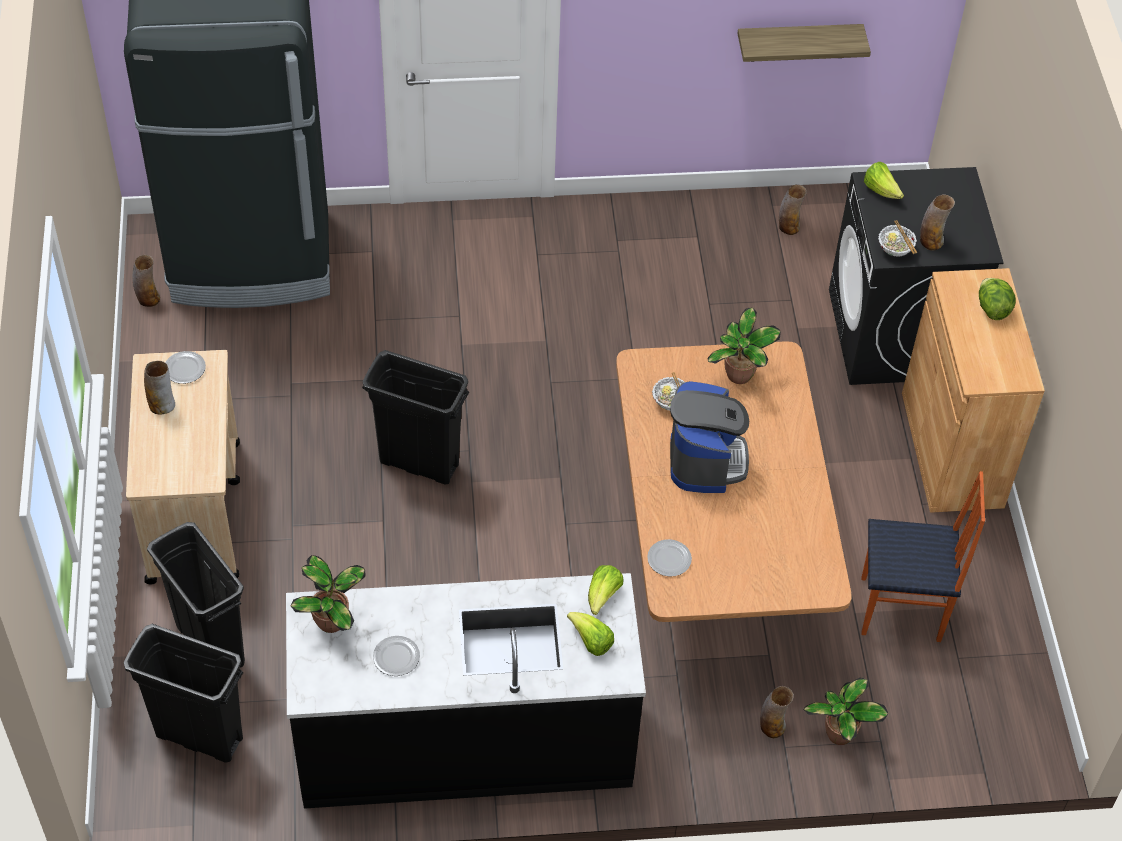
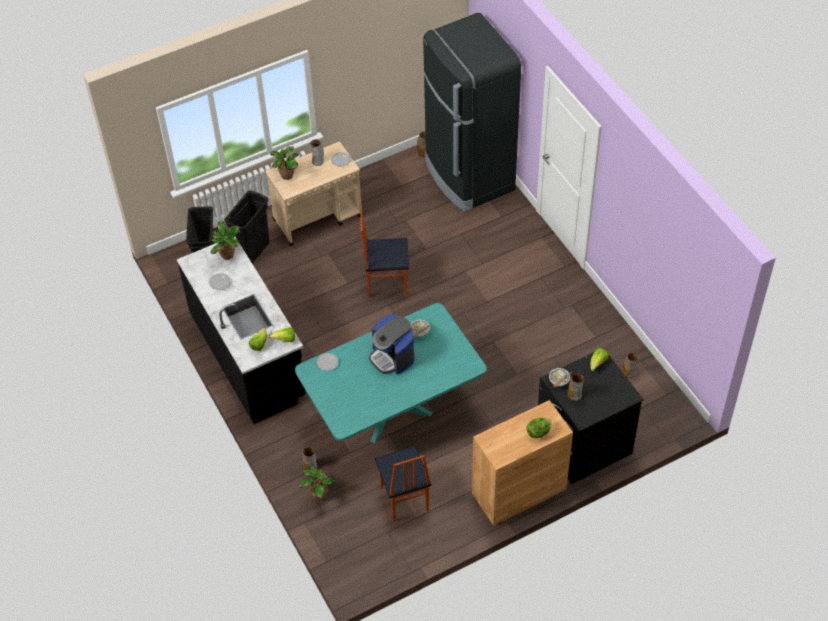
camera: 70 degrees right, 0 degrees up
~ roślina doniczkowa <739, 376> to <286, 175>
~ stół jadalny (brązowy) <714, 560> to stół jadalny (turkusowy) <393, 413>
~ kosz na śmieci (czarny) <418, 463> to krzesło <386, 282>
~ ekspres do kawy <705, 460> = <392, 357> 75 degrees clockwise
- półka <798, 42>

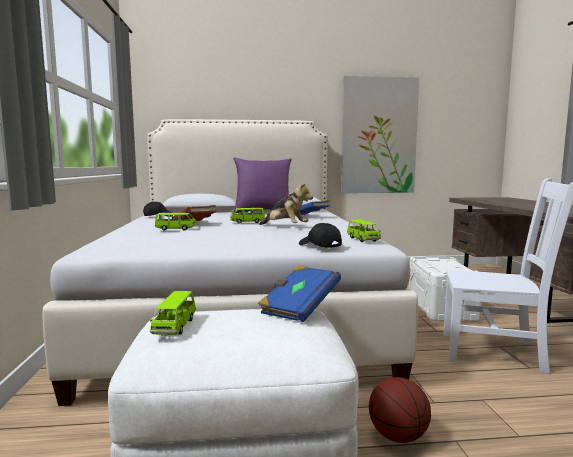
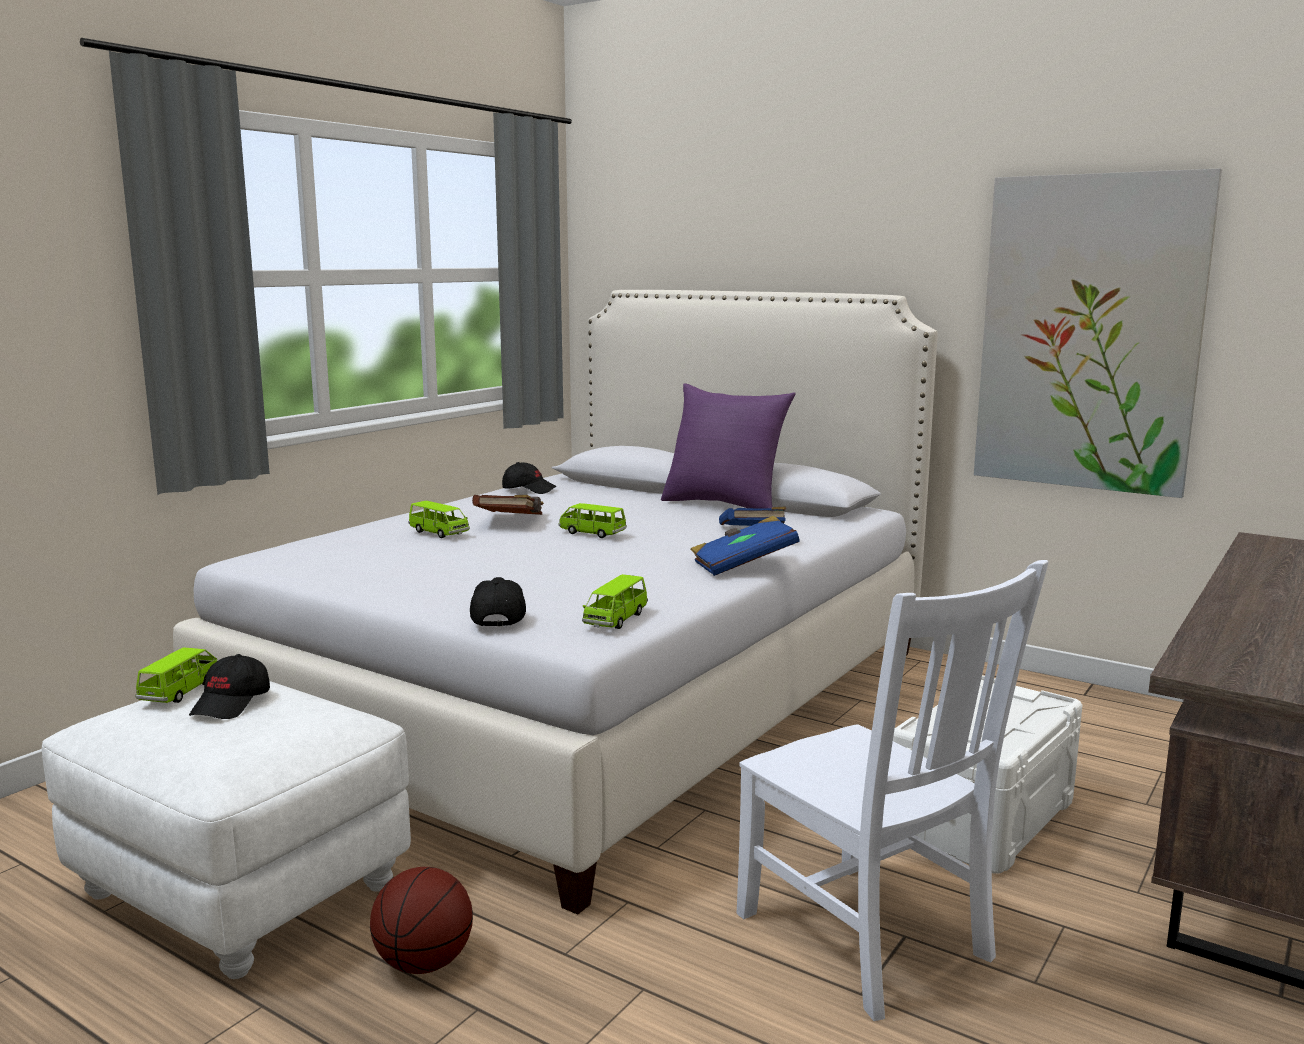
camera: 40 degrees right, 5 degrees up
~ samochodzik (zielony) <175, 327> = <180, 692> 150 degrees clockwise
+ czapka z daszkiem (czarny) <232, 703>
~ książka (niebieski) <299, 308> to <743, 565>
- pluszak <285, 227>

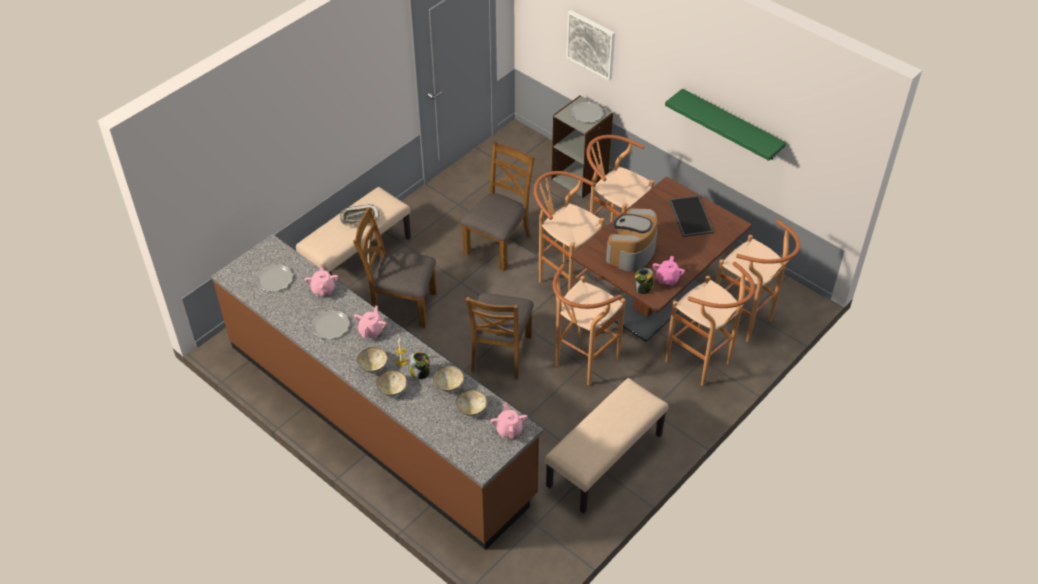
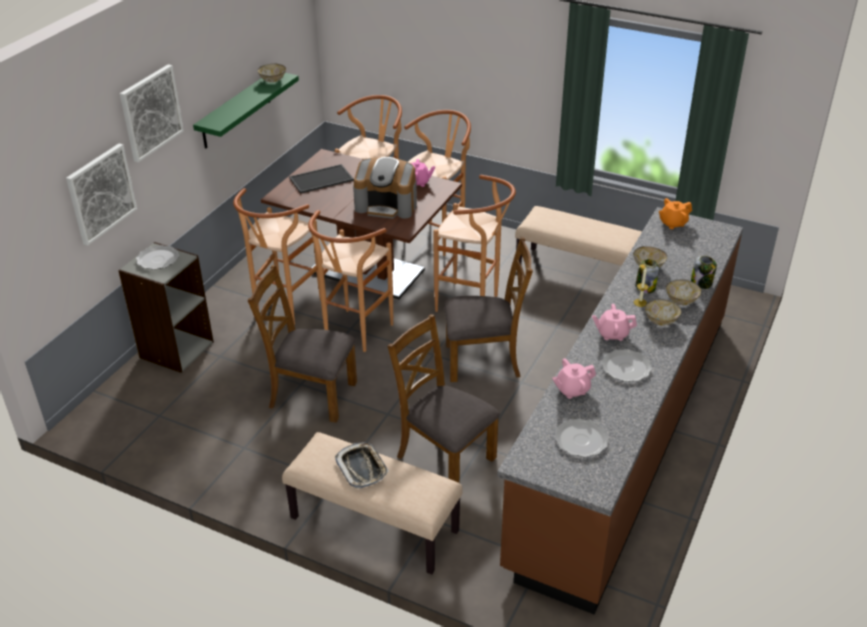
camera: 105 degrees left, 10 degrees down
+ obraz <151, 112>
~ miska <471, 409> to <272, 80>
~ krzesło (brązowy) <401, 305> = <444, 457> 135 degrees clockwise
~ imbryk (różowy) <509, 429> to imbryk (pomarańczowy) <672, 223>
~ słoik <643, 288> to <702, 283>

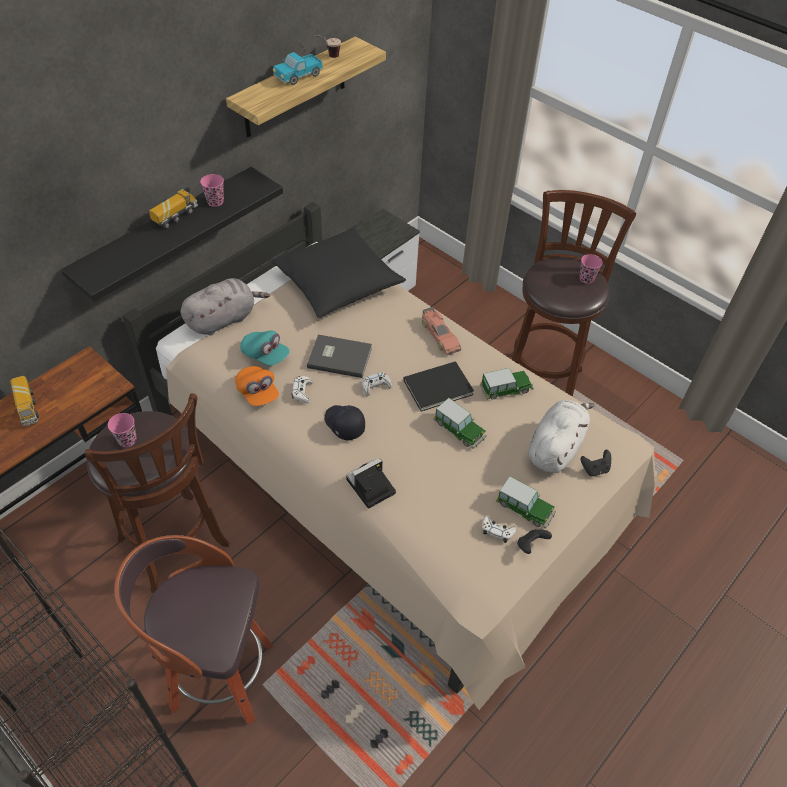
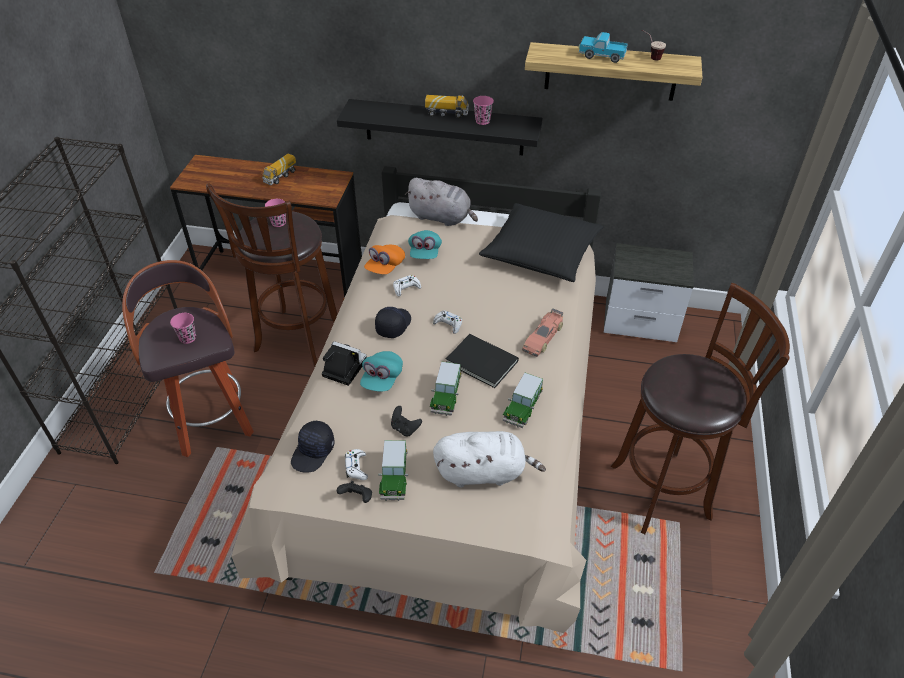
camera: 60 degrees right, 5 degrees down
~ filiżanka (różowy) <586, 278> to <188, 338>
+ czapka z daszkiem (czarny) <313, 452>
+ czapka z daszkiem (turkusowy) <382, 379>
~ pad do gier (czarny) <595, 469> to <405, 428>
~ samochodzik <506, 389> = <522, 407> 75 degrees clockwise
- książka (szary) <339, 356>

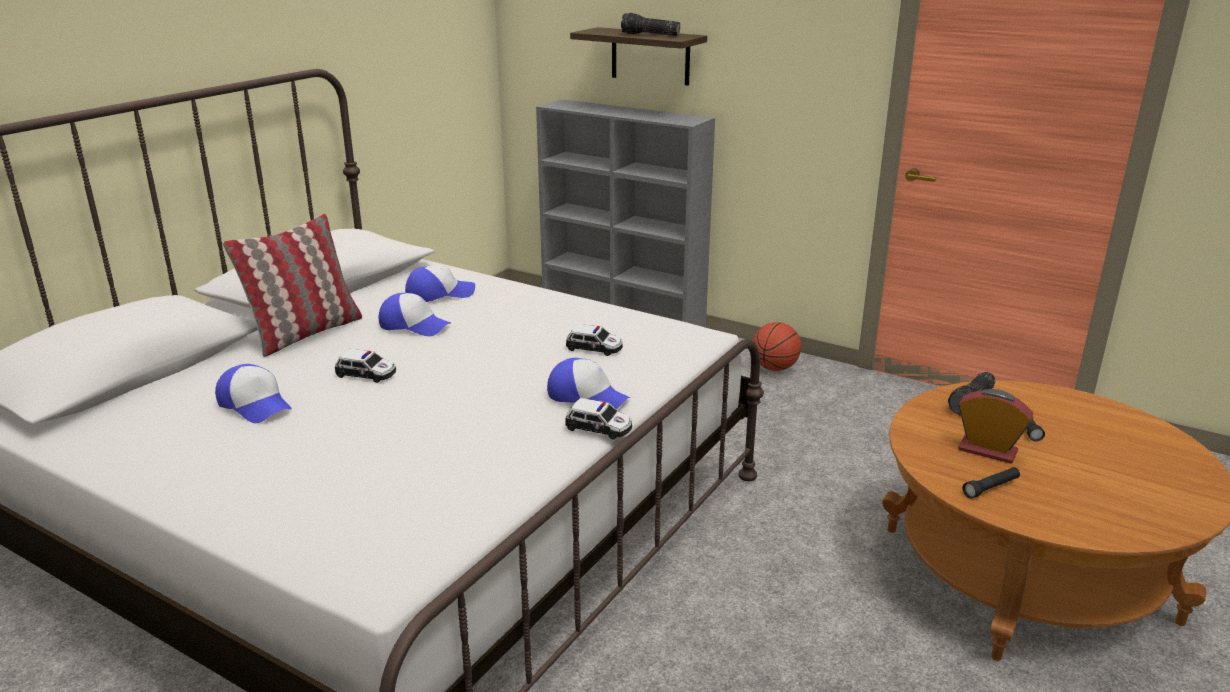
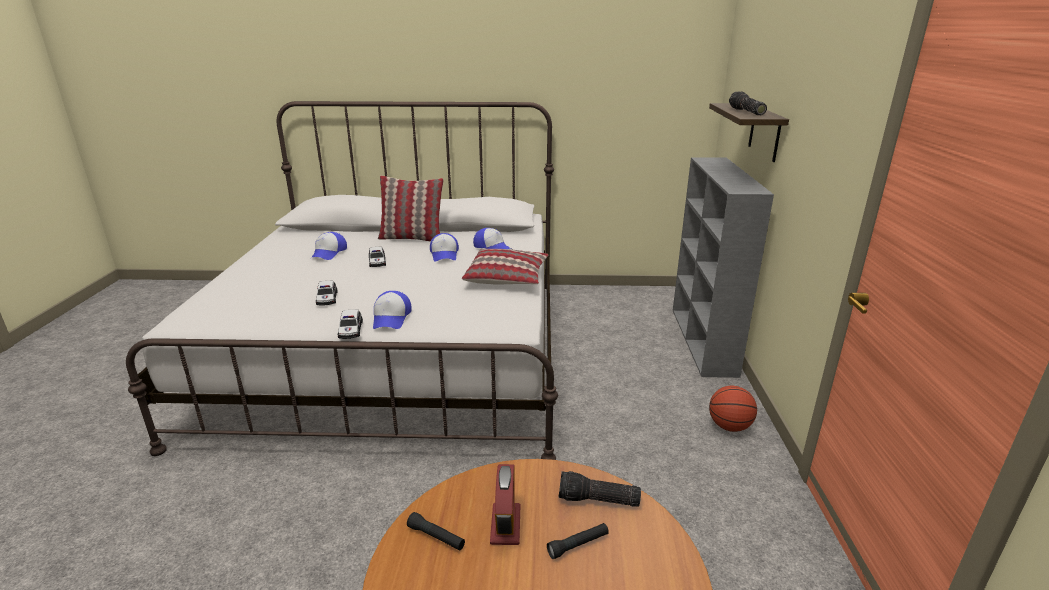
camera: 60 degrees right, 0 degrees up
~ samochodzik <594, 348> to <327, 299>
+ poduszka <507, 277>

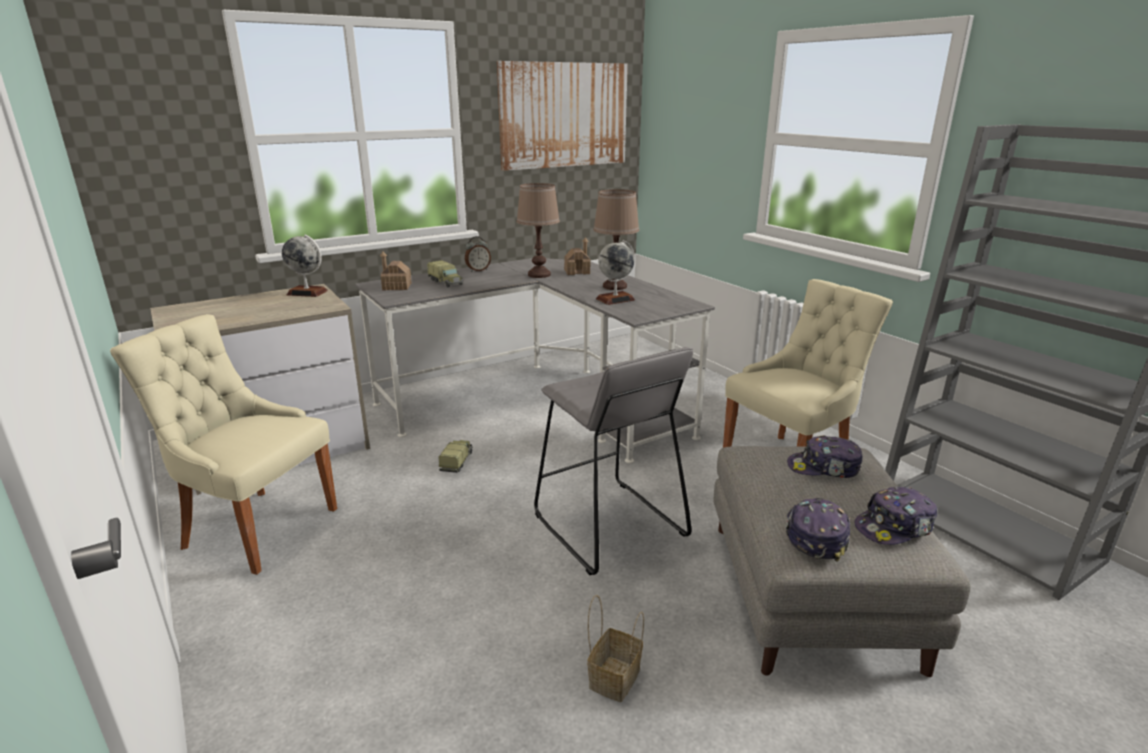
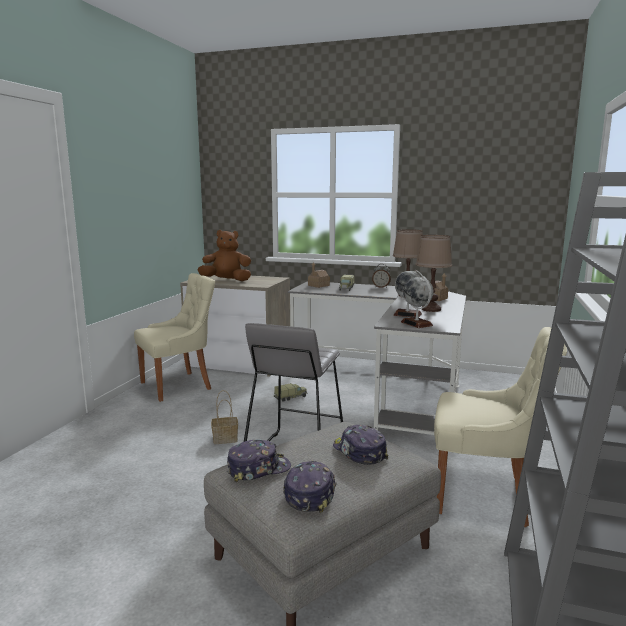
camera: 50 degrees right, 10 degrees down
~ krzesło (beżowy) <256, 527> = <179, 385> 75 degrees clockwise
+ pluszak (brązowy) <227, 281>
~ koszyk <614, 677> to <226, 438>
~ czapka z daszkiem <894, 527> = <310, 494> 75 degrees clockwise
~ globus <307, 292> to <416, 324>
- obraz <564, 115>

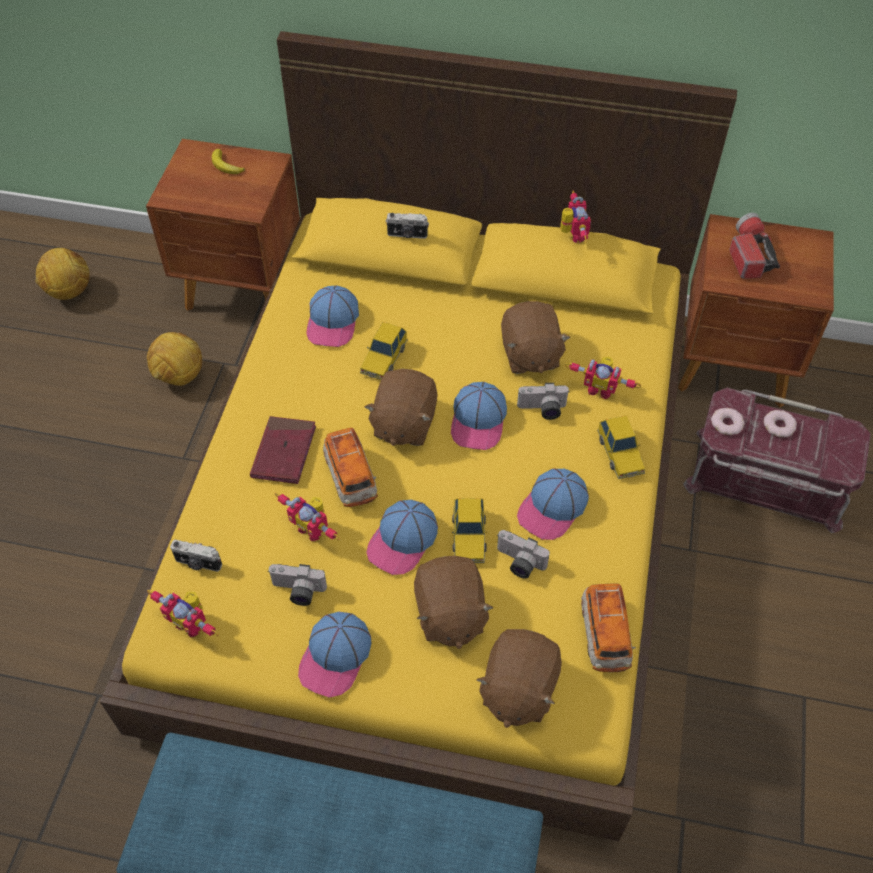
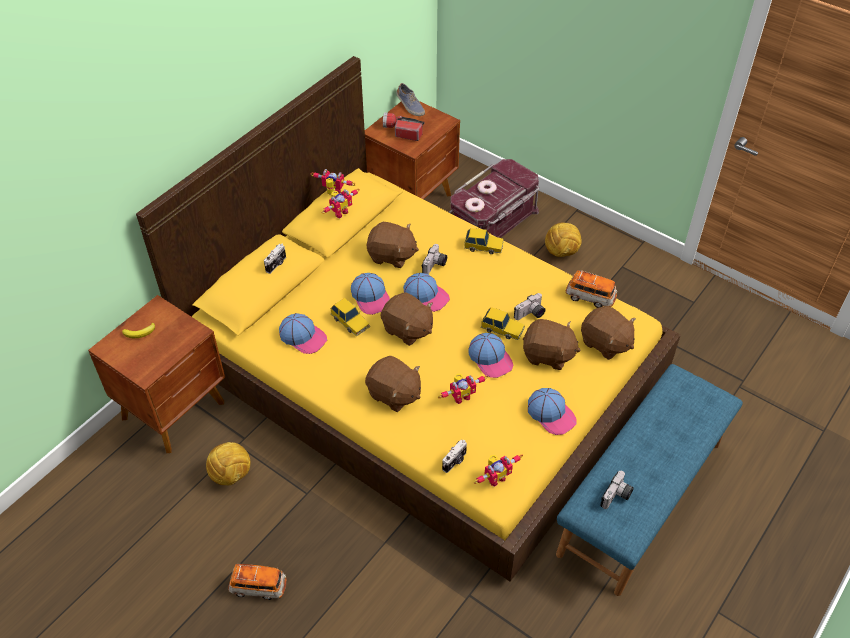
camera: 65 degrees left, 5 degrees down
~ samochodzik <351, 477> to <258, 587>
~ robot zabawkowy <600, 389> to <339, 212>
~ czapka z daszkiem <552, 508> to <371, 297>
~ książka (czerwony) <284, 452> to pluszak (brązowy) <394, 394>
+ but <410, 106>
~ piłka futbolowa <69, 292> to <561, 252>
~ aparat fotograficzny <297, 592> to <617, 497>

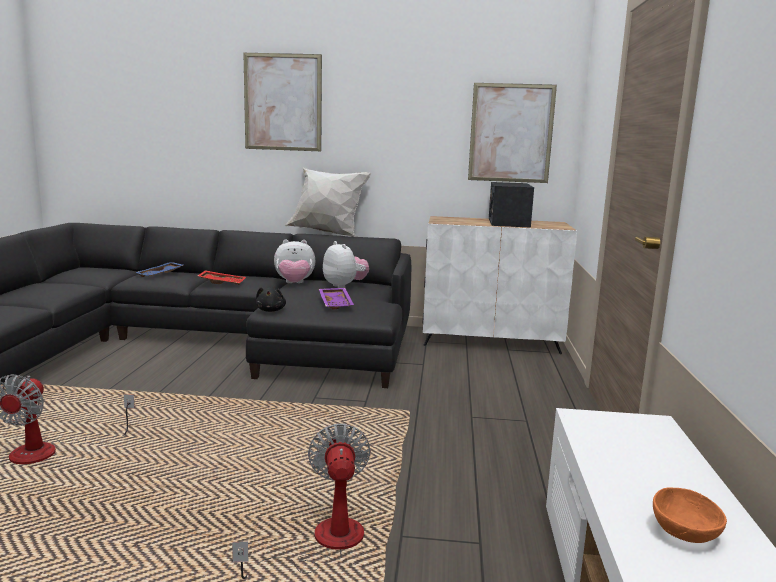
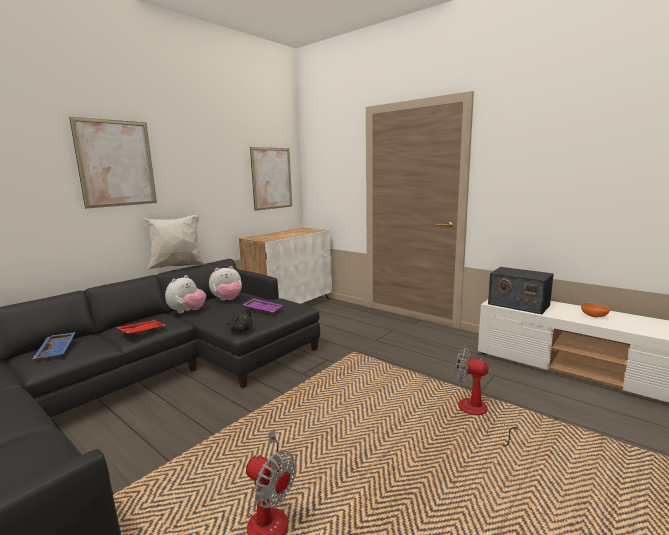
camera: 55 degrees left, 0 degrees up
~ pluszak <344, 286> = <227, 300> 150 degrees clockwise
~ radio <508, 222> to <518, 304>

